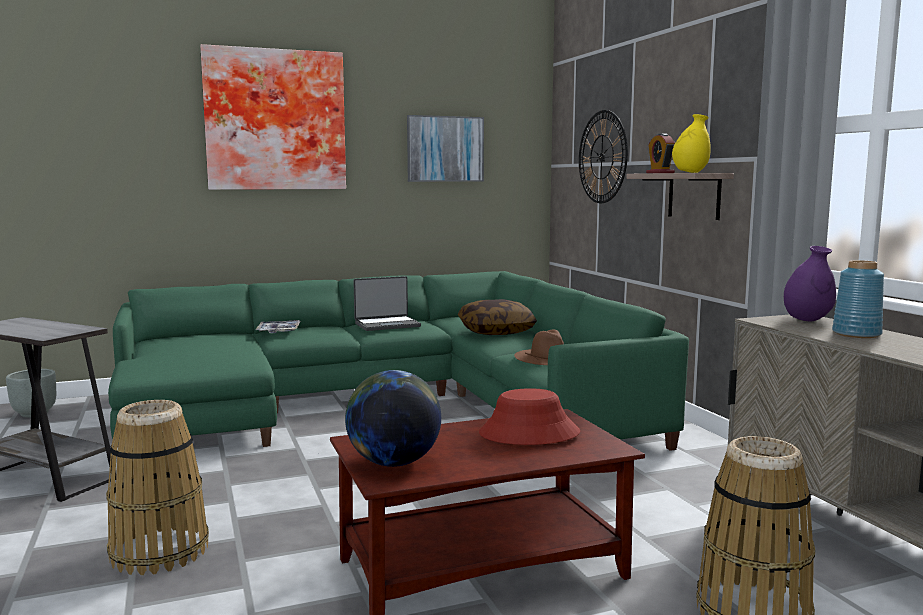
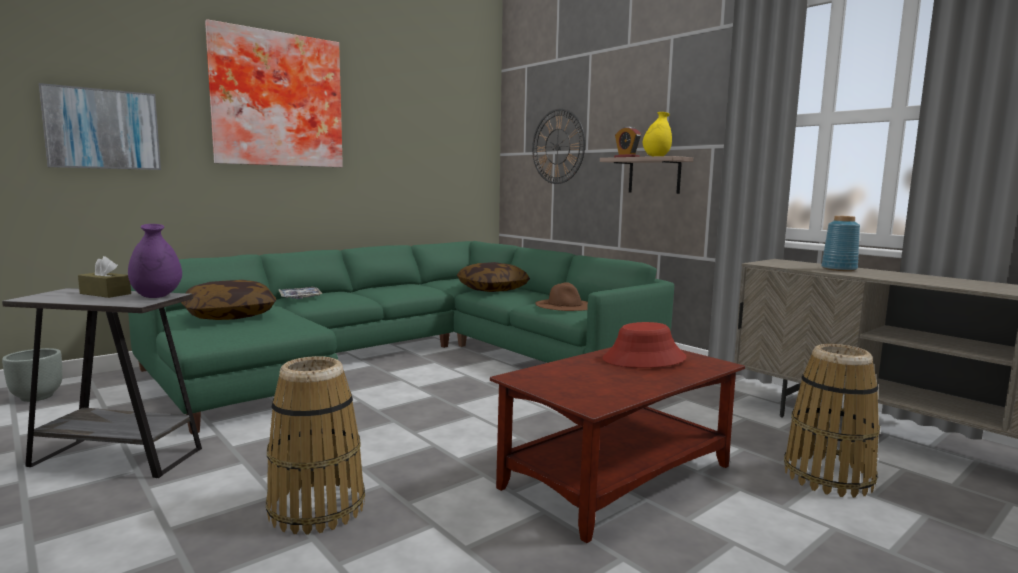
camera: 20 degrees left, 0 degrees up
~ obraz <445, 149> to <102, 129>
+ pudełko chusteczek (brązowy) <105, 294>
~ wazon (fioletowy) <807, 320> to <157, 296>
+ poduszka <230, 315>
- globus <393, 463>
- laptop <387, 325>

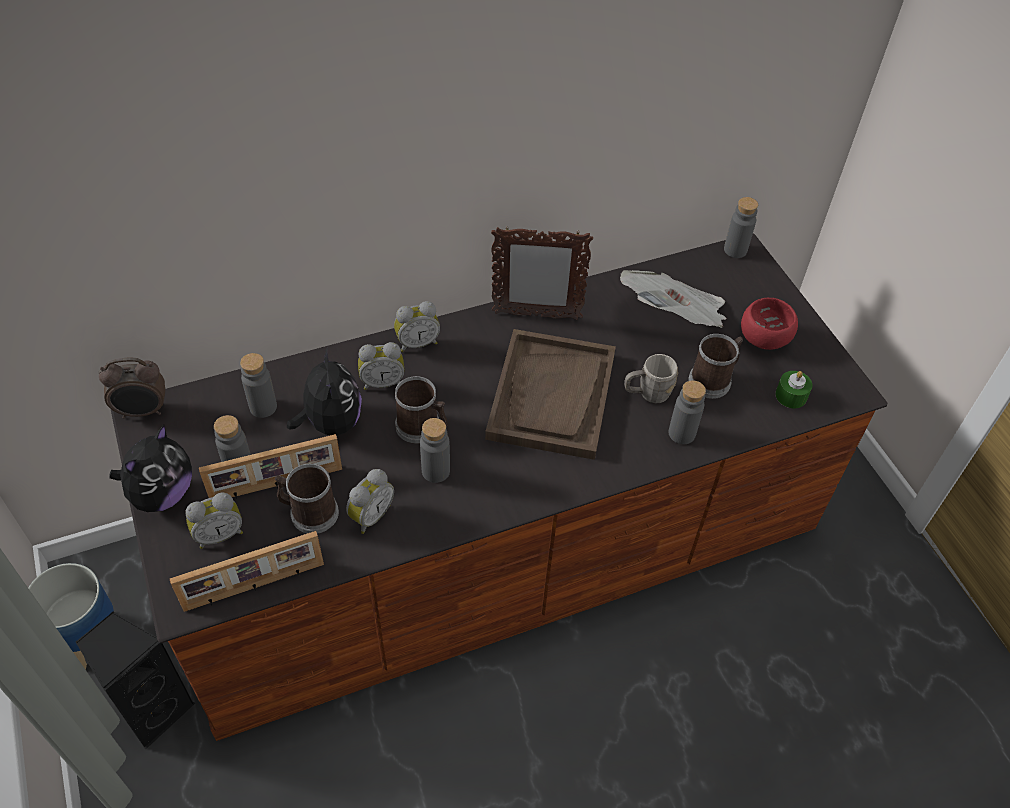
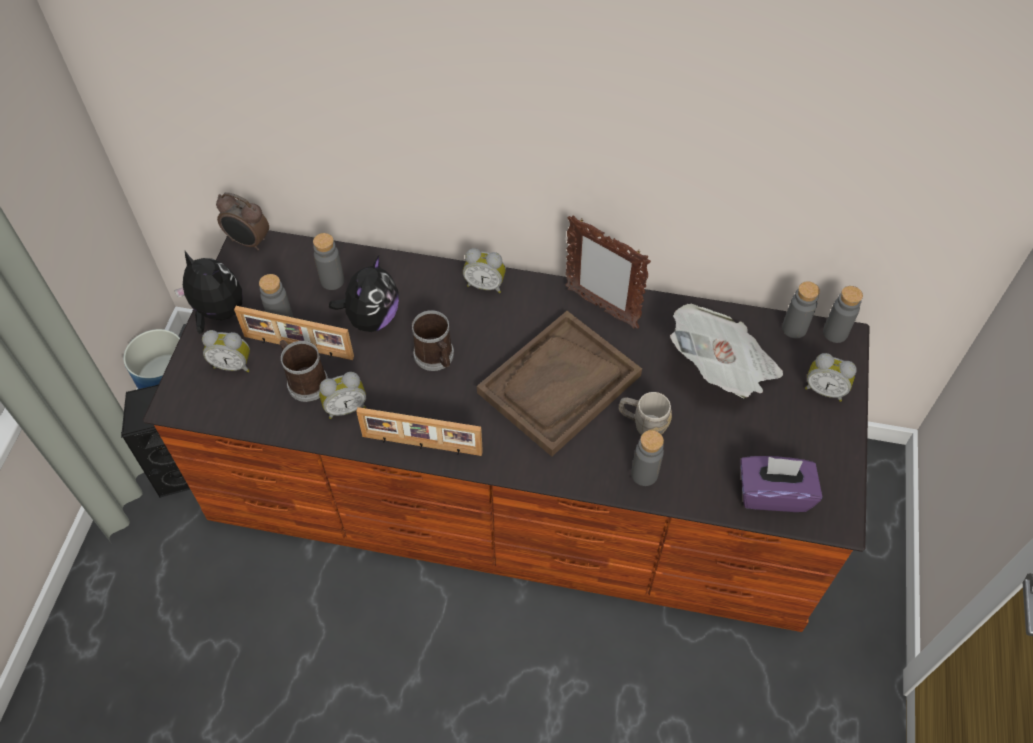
camera: 35 degrees right, 5 degrees up
~ pluszak <162, 494> = <217, 313> 120 degrees counterclockwise
~ ramka na zdjęcie <255, 587> to <421, 445>
~ świeca (zielony) <791, 396> to pudełko chusteczek (fioletowy) <773, 493>
~ butelka (szary) <435, 471> to <794, 328>
~ budzik <382, 382> to <824, 389>
- kubek <713, 380>
- miska (czerwony) <765, 339>

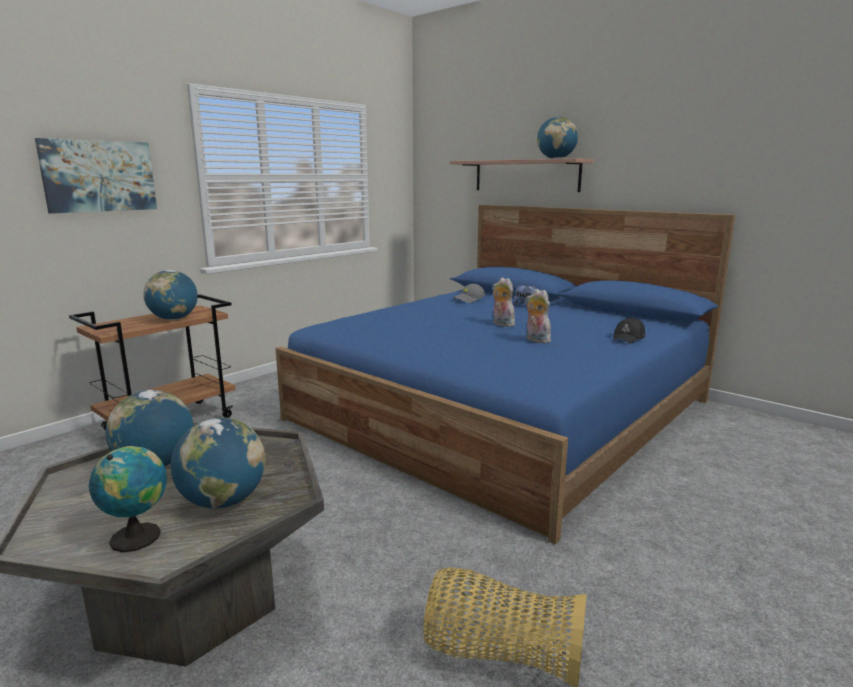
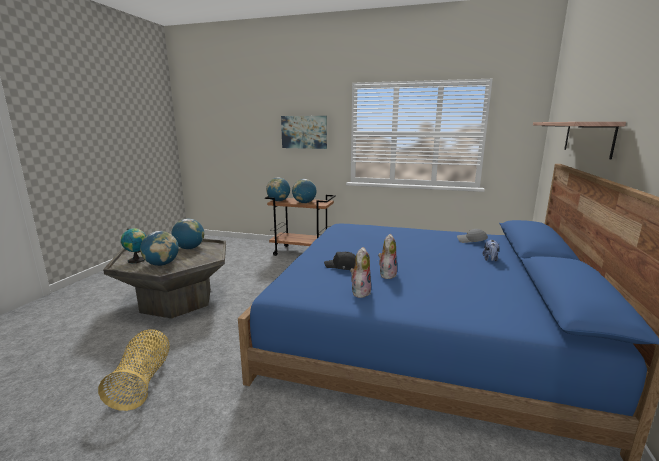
camera: 65 degrees right, 0 degrees up
~ globus <556, 159> to <278, 201>
~ czapka z daszkiem (czarny) <629, 338> to <343, 267>
~ pluszak <501, 324> to <360, 292>

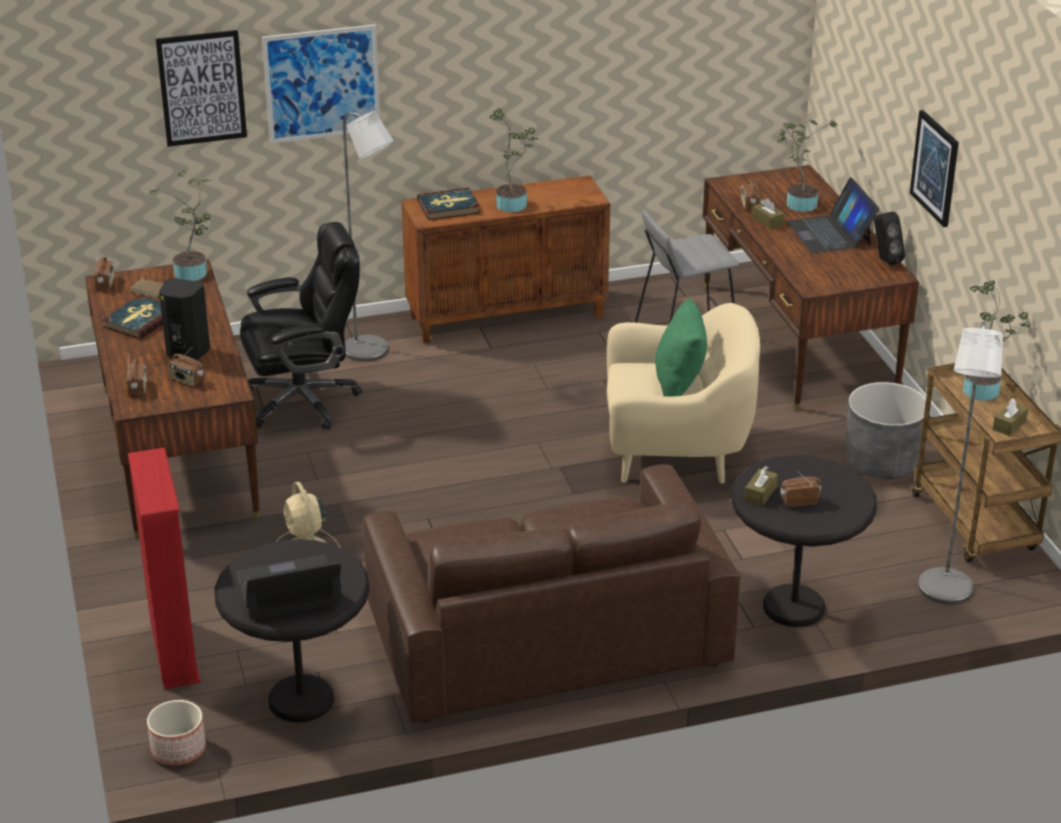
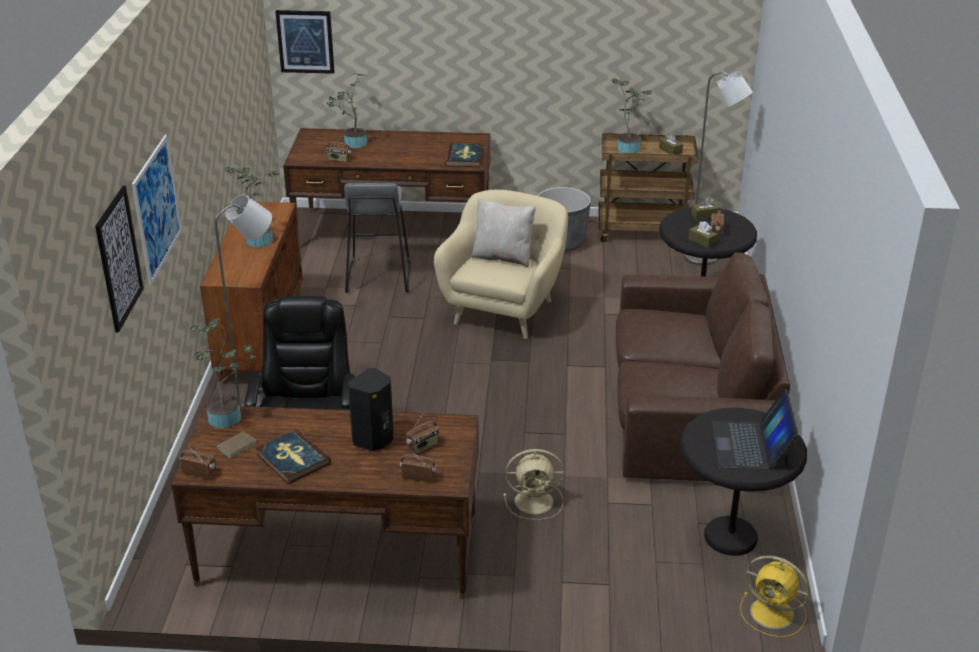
camera: 70 degrees left, 0 degrees up
~ obraz <935, 168> to <305, 41>
~ książka <448, 207> to <464, 158>
~ poduszka (zielony) <679, 383> to poduszka (beżowy) <503, 257>
~ pudełko chusteczek (brązowy) <767, 221> to <705, 215>
~ donica <179, 750> to wentylator (żółty) <774, 614>
- regał (czerwony) <174, 652>
- laptop <830, 233>
- głośnik (czarny) <884, 260>

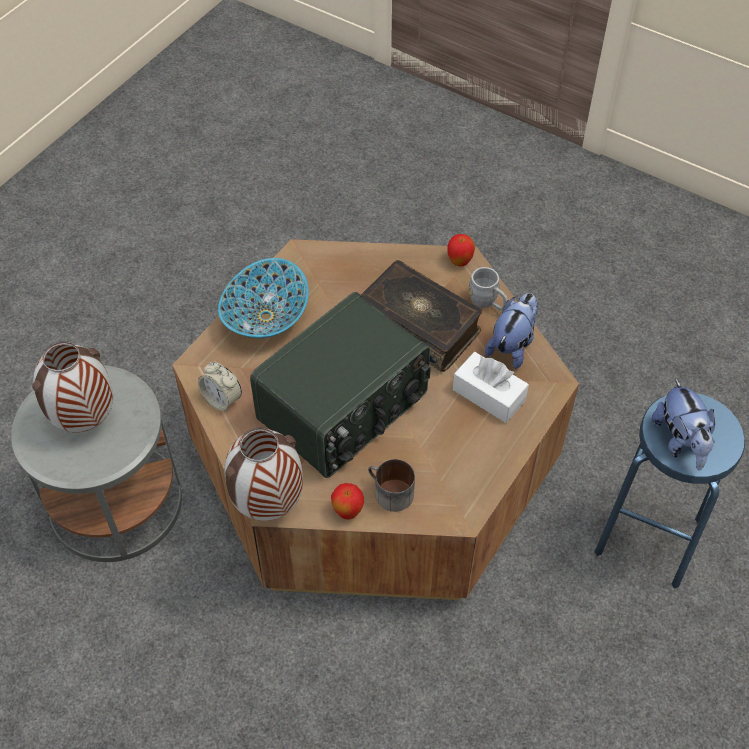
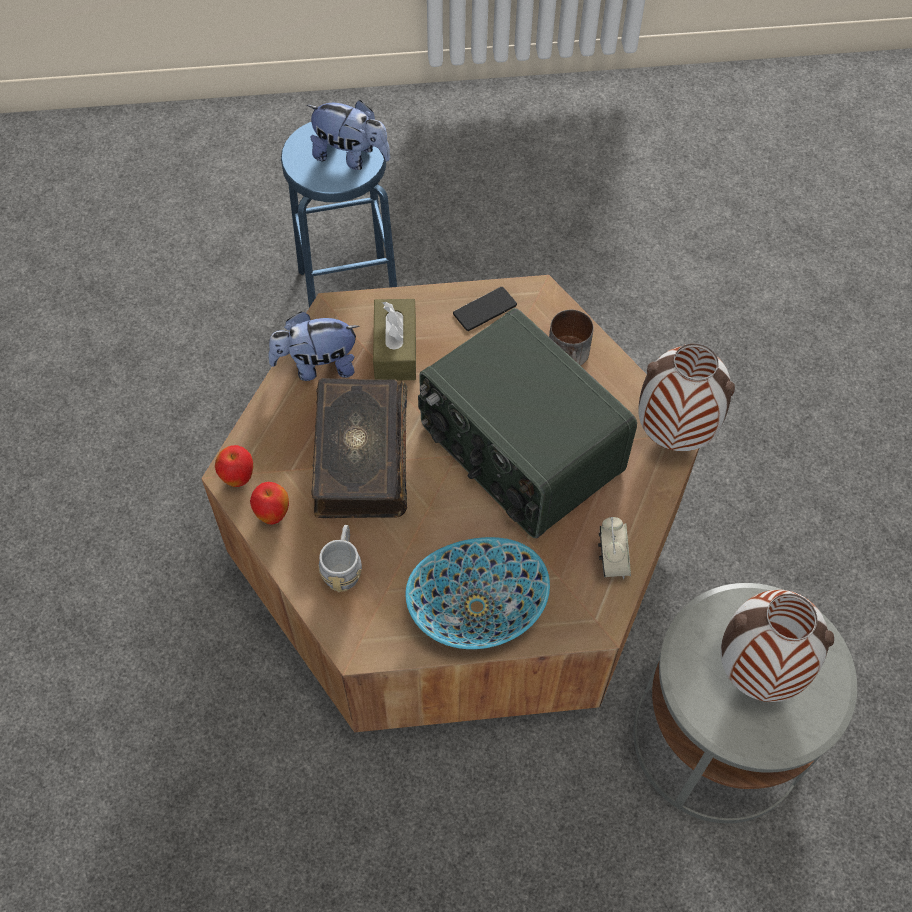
camera: 130 degrees left, 5 degrees up
~ jabłko <348, 511> to <273, 515>
~ pluszak <680, 441> = <351, 156> 75 degrees clockwise
~ kubek (szary) <487, 303> to <343, 567>
~ pudełko chusteczek (biały) <489, 395> to pudełko chusteczek (brązowy) <395, 349>
~ radio <344, 408> = <519, 450> 135 degrees counterclockwise
+ telefon <485, 309>

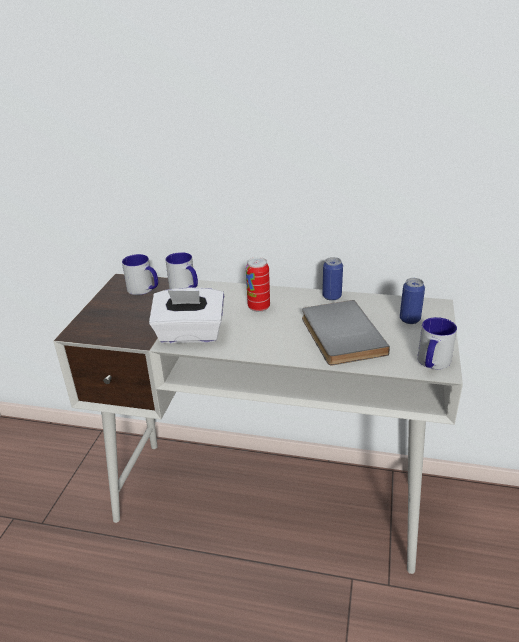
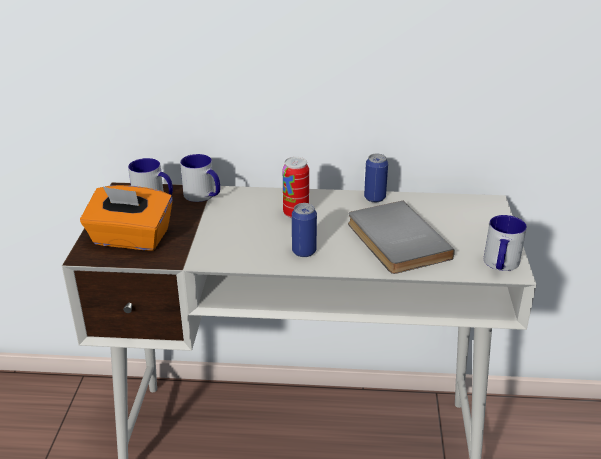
camera: 10 degrees left, 0 degrees up
+ pudełko chusteczek (pomarańczowy) <130, 239>
~ puszka <409, 319> to <304, 251>
- pudełko chusteczek (biały) <190, 334>

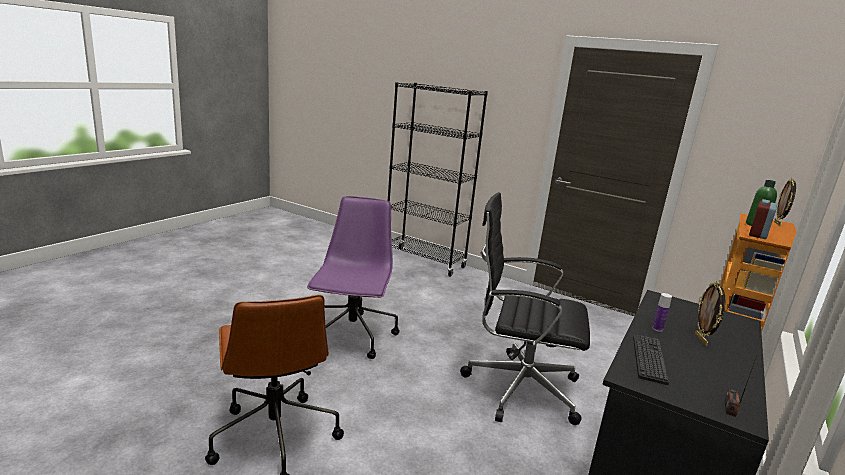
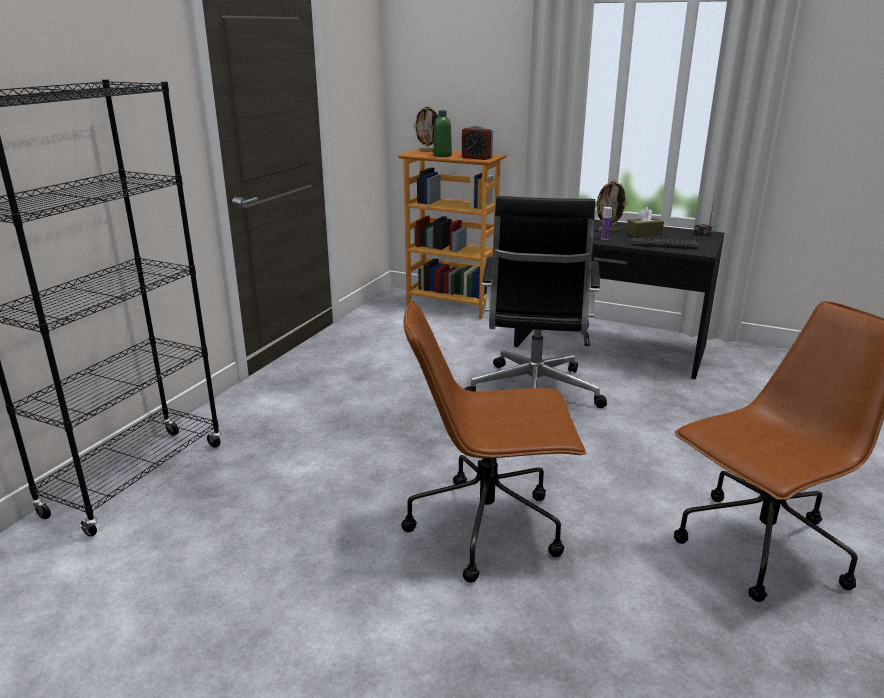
camera: 95 degrees left, 5 degrees up
~ krzesło biurowe (fioletowy) <351, 337> to krzesło biurowe (brązowy) <488, 526>
+ pudełko chusteczek (brązowy) <644, 233>

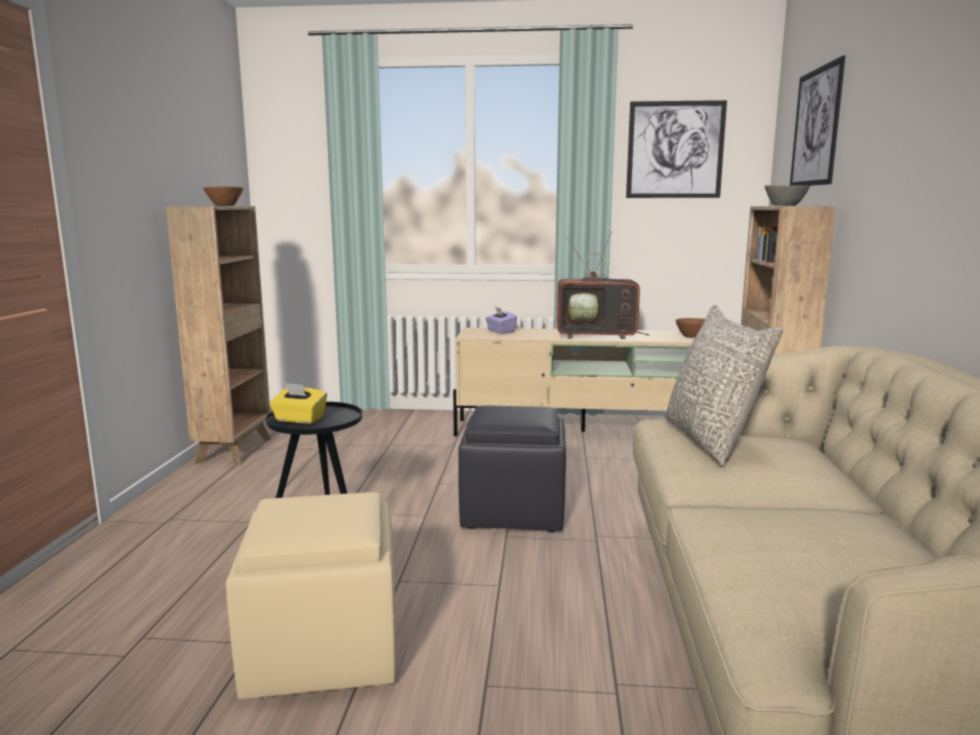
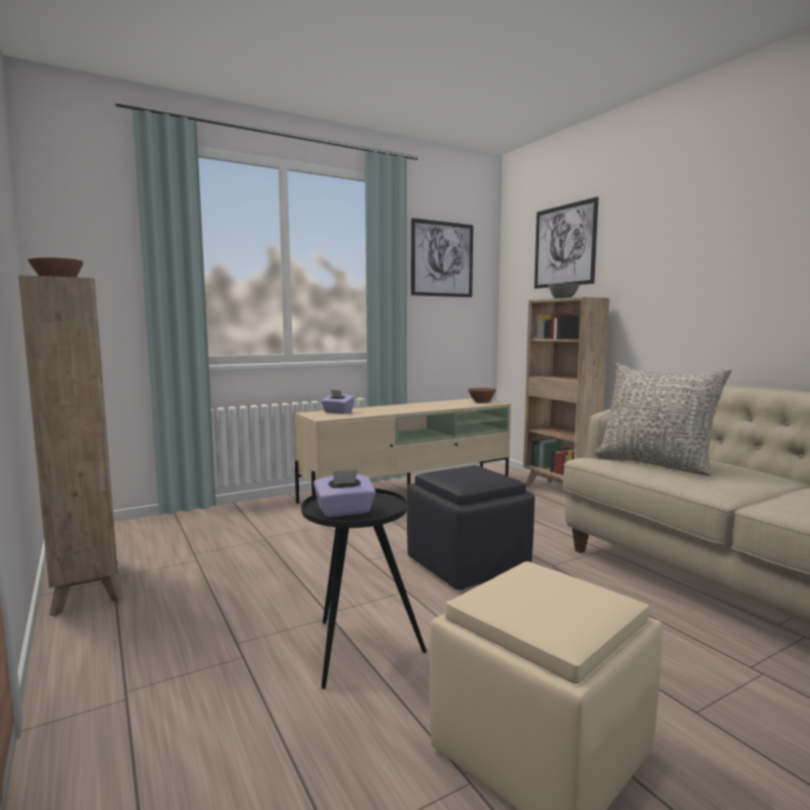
camera: 35 degrees left, 5 degrees down
~ pudełko chusteczek (żółty) <299, 419> to pudełko chusteczek (fioletowy) <345, 511>
- telewizor <598, 335>

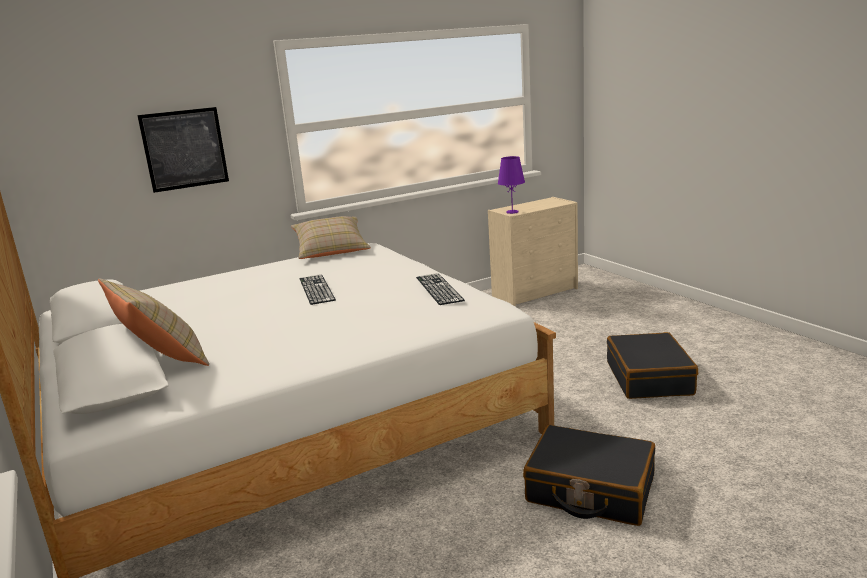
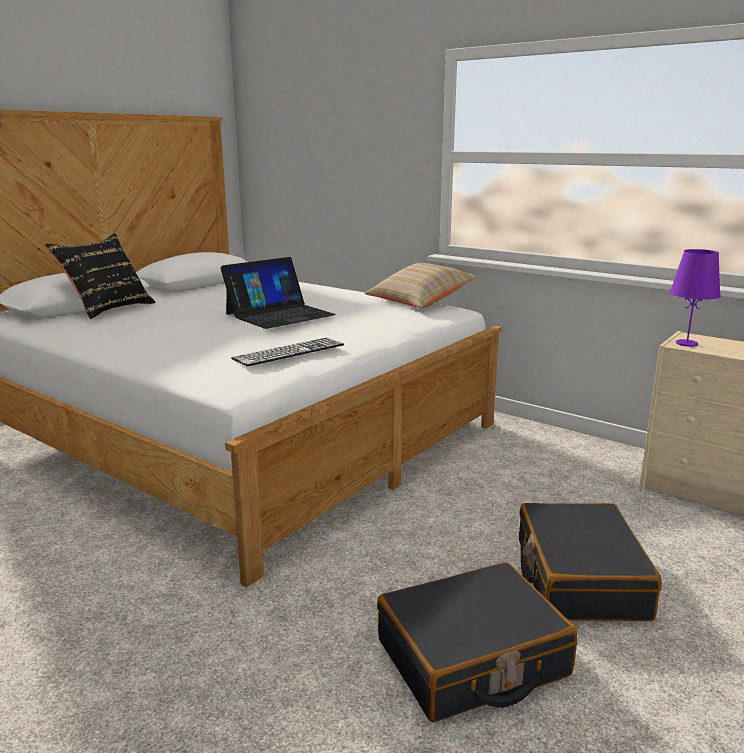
camera: 65 degrees right, 0 degrees up
~ poduszka (beżowy) <163, 361> to poduszka (czarny) <108, 309>
~ klawiatura <316, 289> to laptop <279, 314>
~ walizka (czarny) <590, 490> to <579, 578>
- obraz <184, 149>

